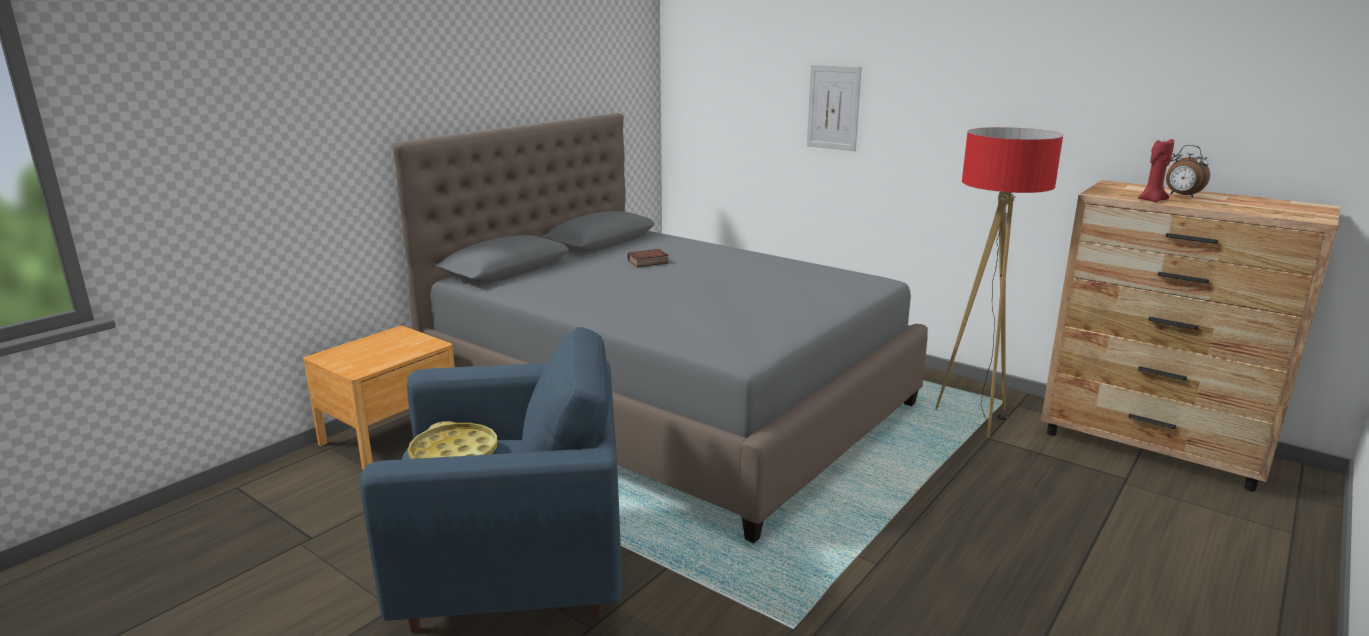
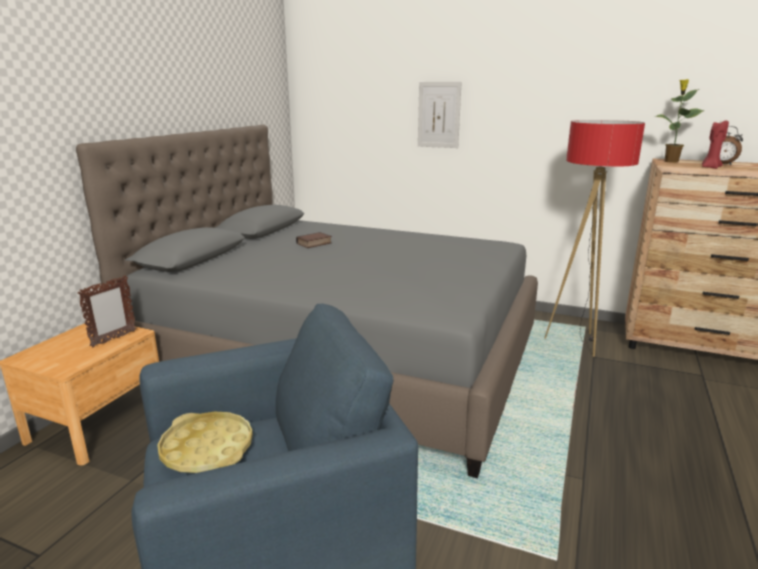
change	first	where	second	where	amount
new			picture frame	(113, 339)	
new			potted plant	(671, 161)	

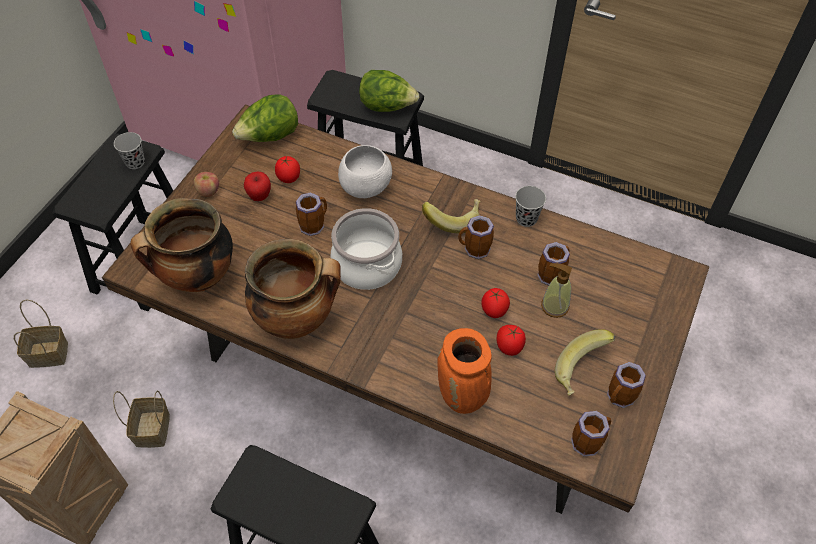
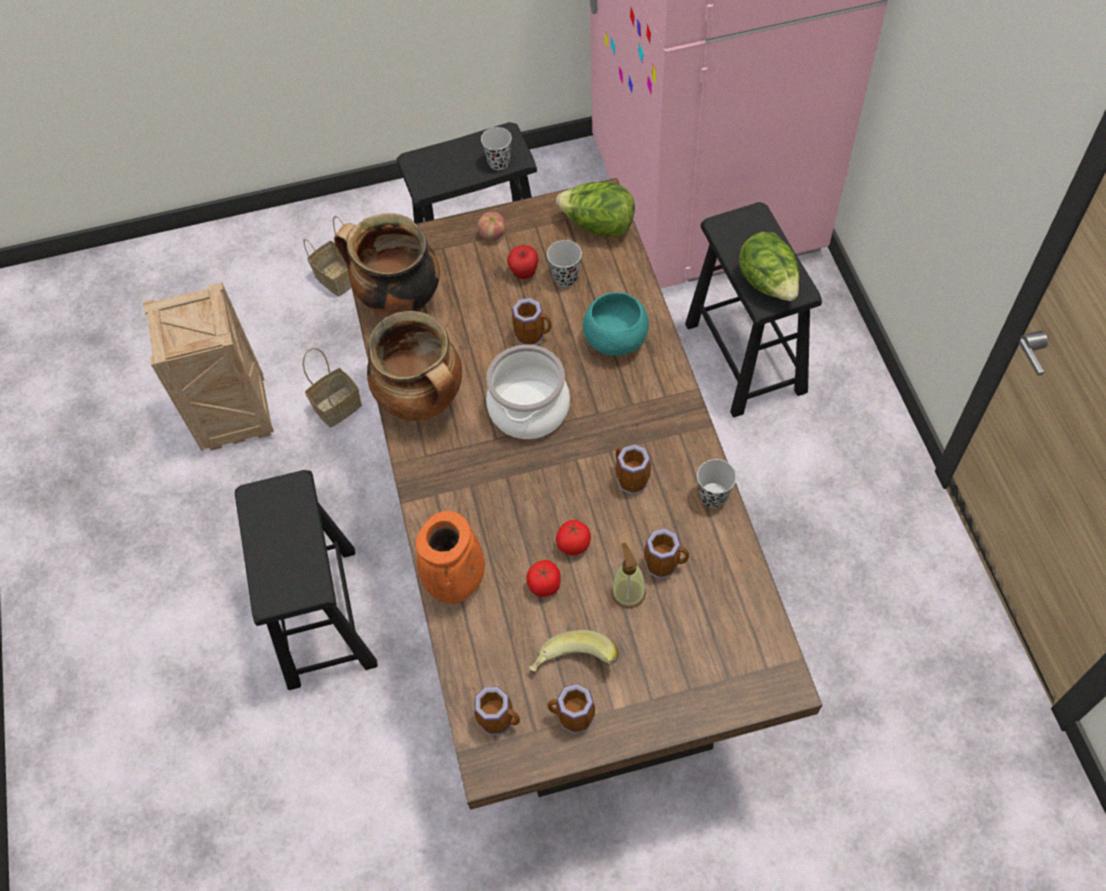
change	first	where	second	where	amount
gone	banana fruit	(452, 220)			
swapped	tomato	(289, 179)	black-coloured small cup	(565, 277)	
repainted	white serving bowl	(366, 188)	turquoise serving bowl	(615, 341)	

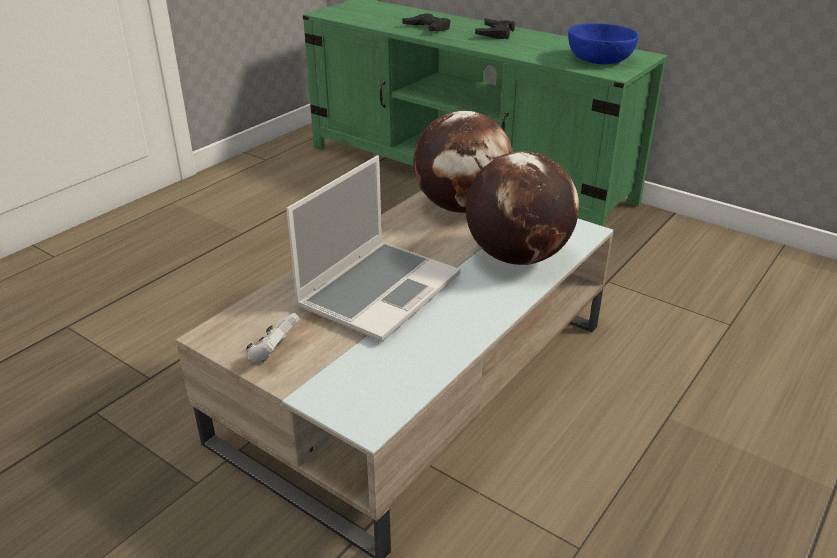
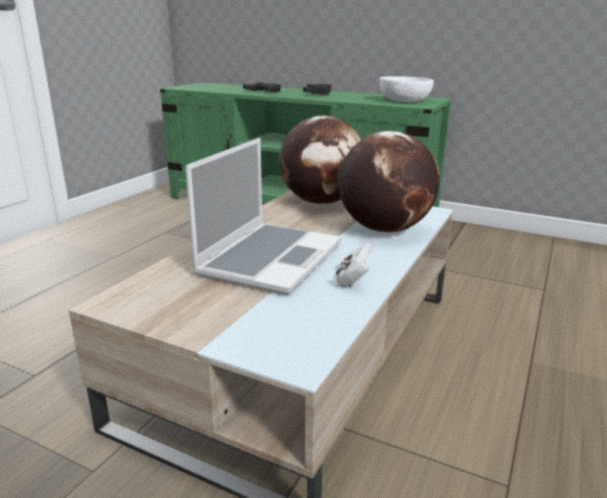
change	first	where	second	where	amount
shifted	white gamepad	(273, 352)		(353, 280)	
repainted	blue-coloured serving bowl	(599, 59)	white serving bowl	(404, 100)	

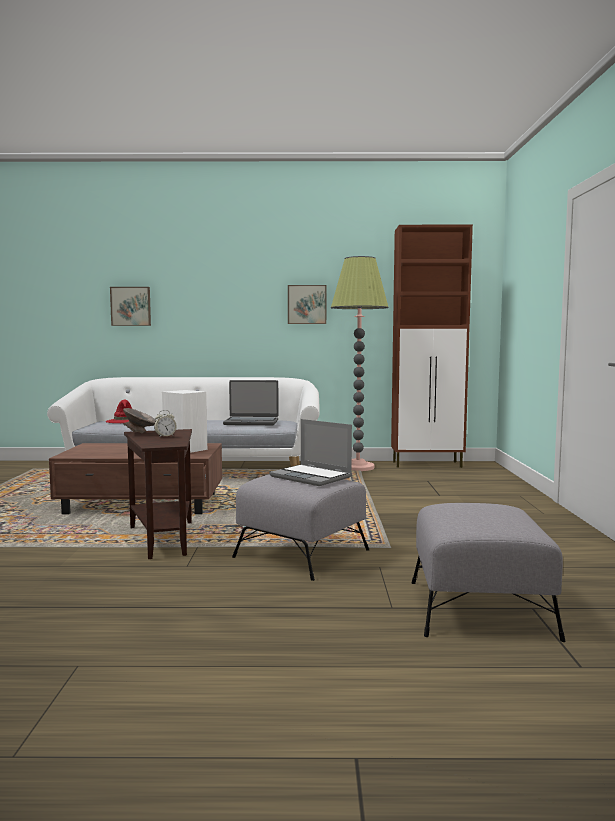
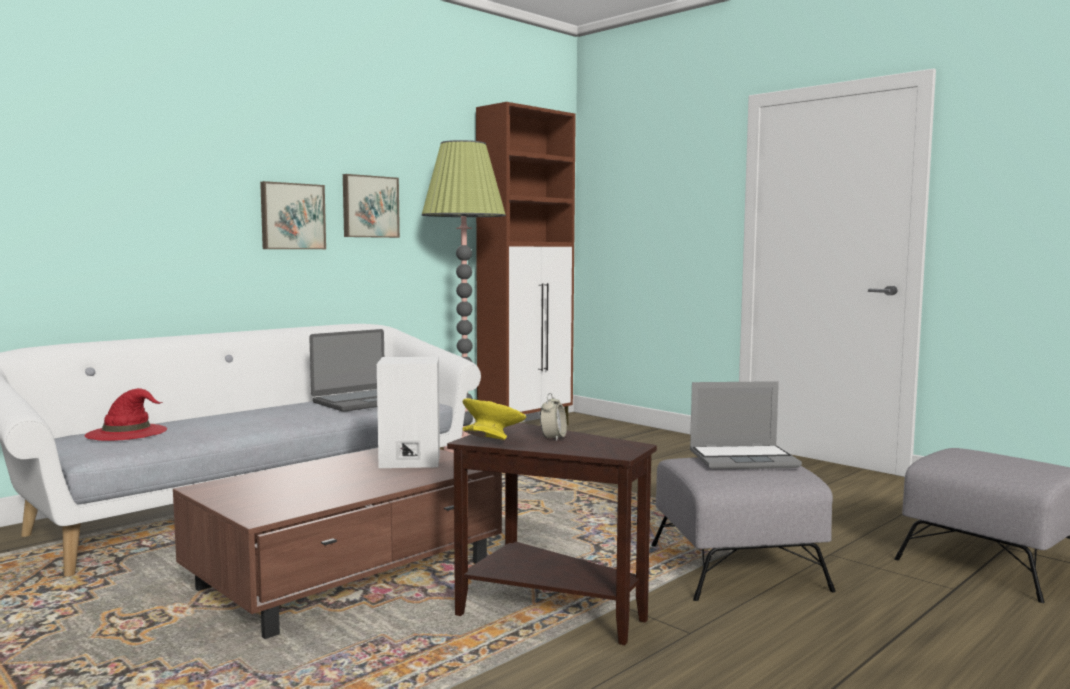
change	first	where	second	where	amount
shifted	wall picture	(131, 306)		(292, 216)	
repainted	greyish serving bowl	(140, 433)	yellowish serving bowl	(493, 441)	

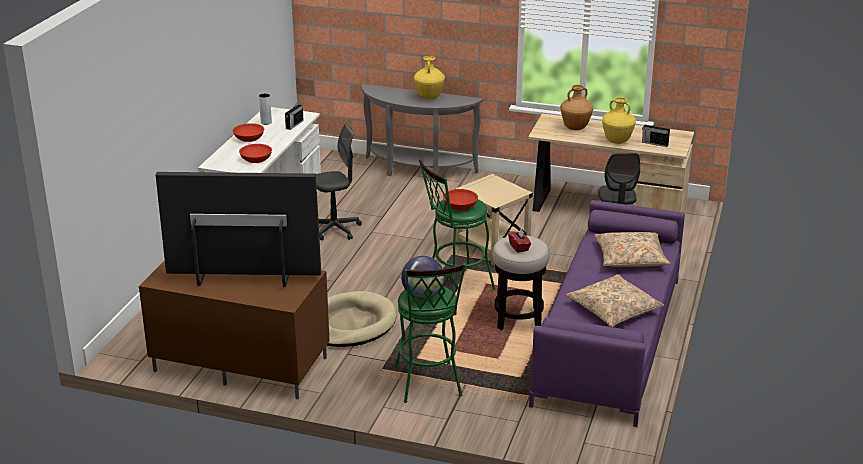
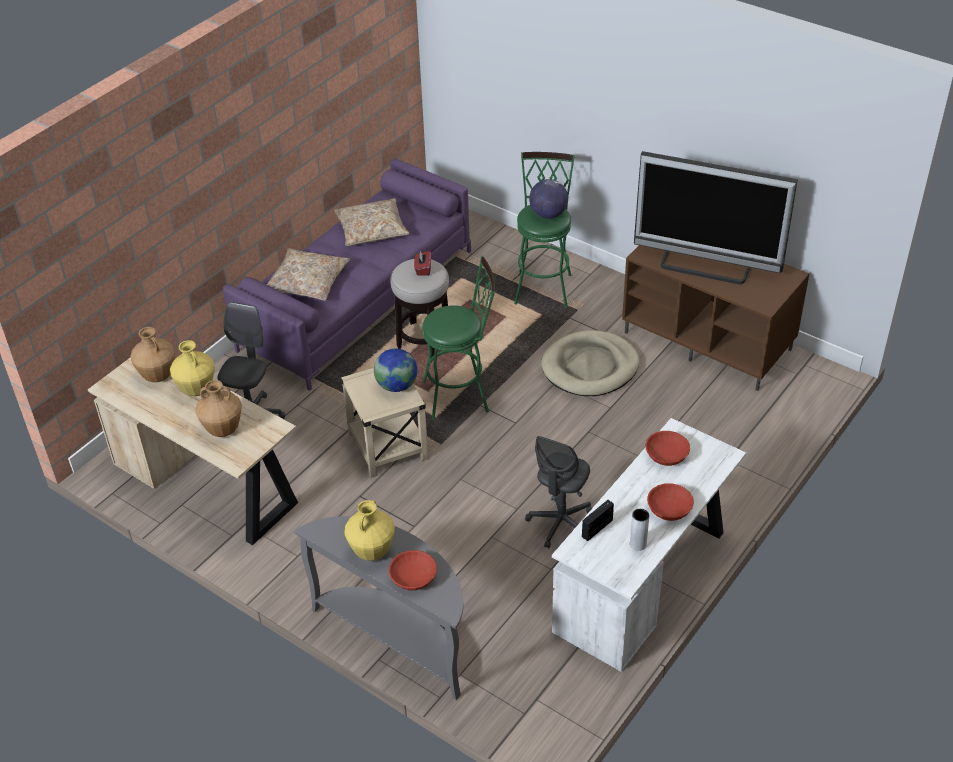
change	first	where	second	where	amount
new			desk globe	(397, 385)	
shifted	red-coloured serving bowl	(460, 205)		(413, 577)	
swapped	radio	(654, 143)	brown flower vase	(158, 376)	
rotated	greyish computer chair	(335, 229)		(560, 523)	60 degrees counterclockwise

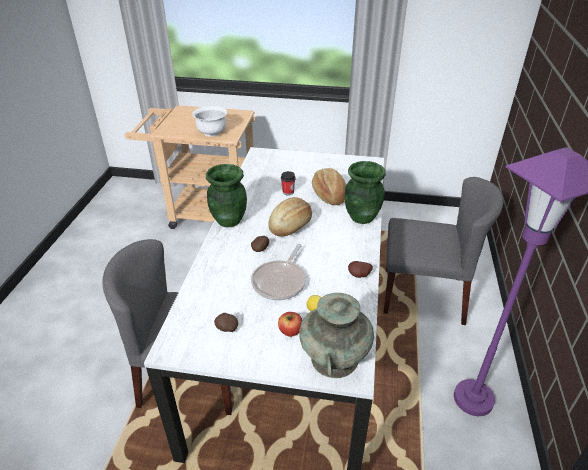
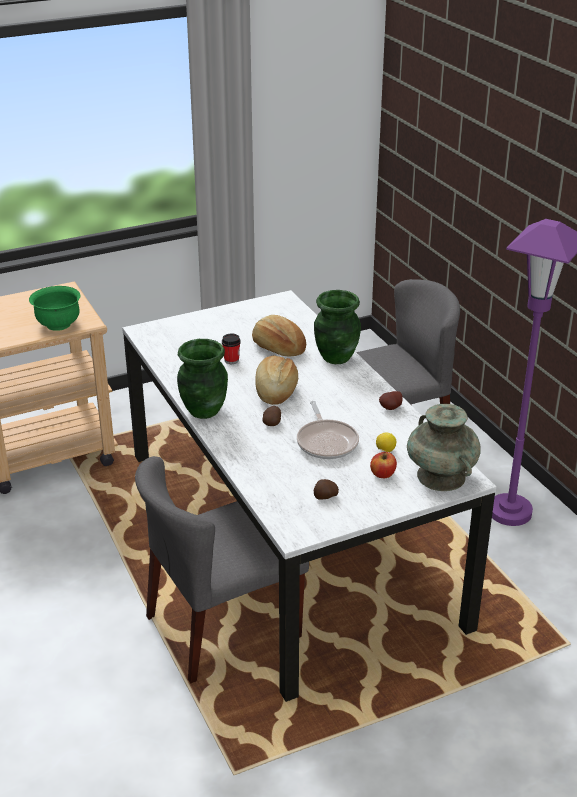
change	first	where	second	where	amount
repainted	white serving bowl	(212, 132)	green serving bowl	(58, 324)	

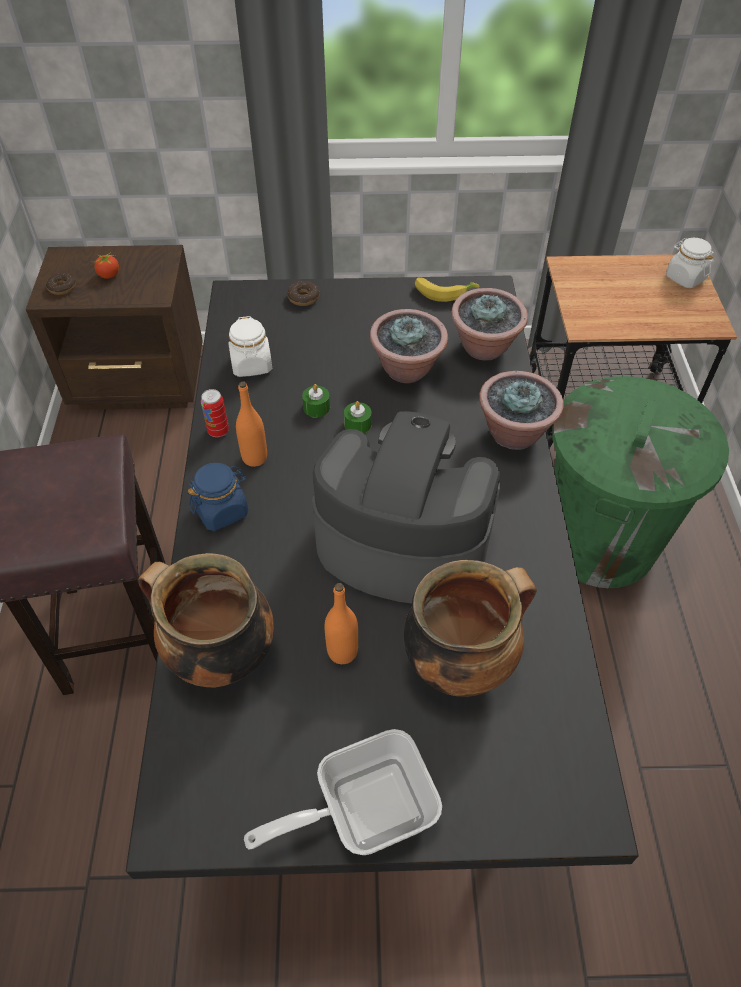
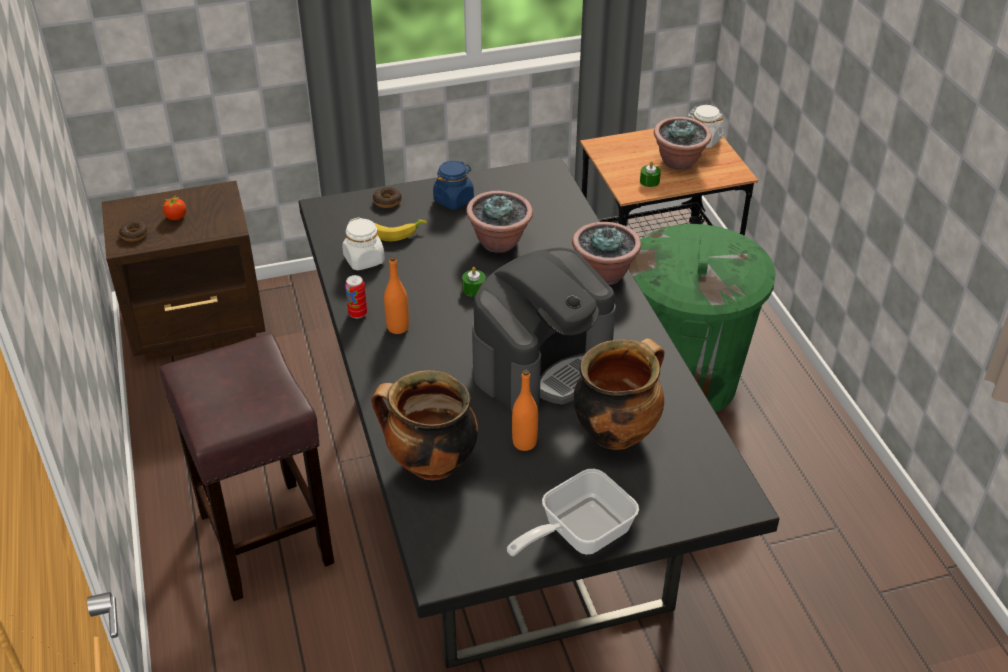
change	first	where	second	where	amount
shifted	blue-coloured jar	(221, 510)		(453, 200)	
shifted	green wax light	(316, 407)		(649, 181)	
shifted	banana fruit	(443, 292)		(394, 232)	
shifted	potted plant	(485, 348)		(679, 162)	
rotated	coffee brewer	(402, 542)		(542, 363)	135 degrees clockwise

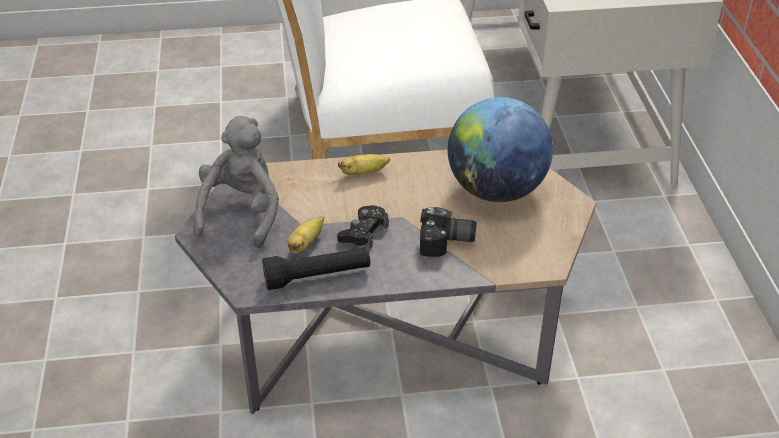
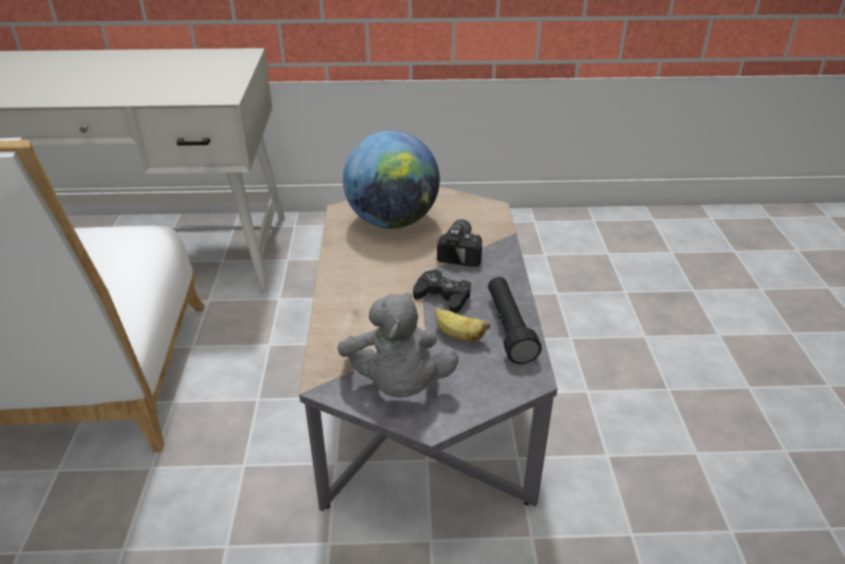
change	first	where	second	where	amount
gone	banana fruit	(363, 173)			
rotated	greyish plush toy	(242, 213)		(397, 384)	120 degrees counterclockwise

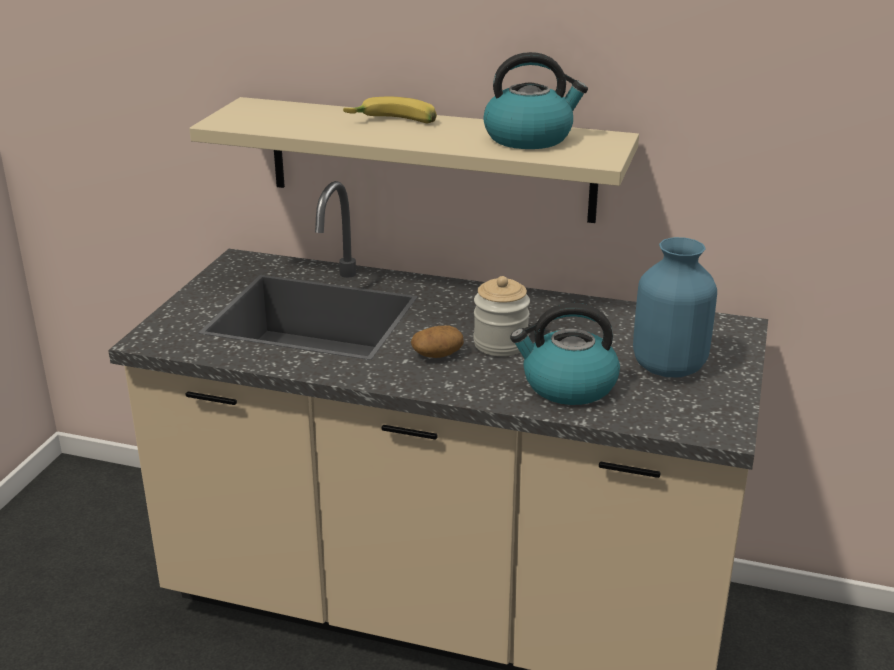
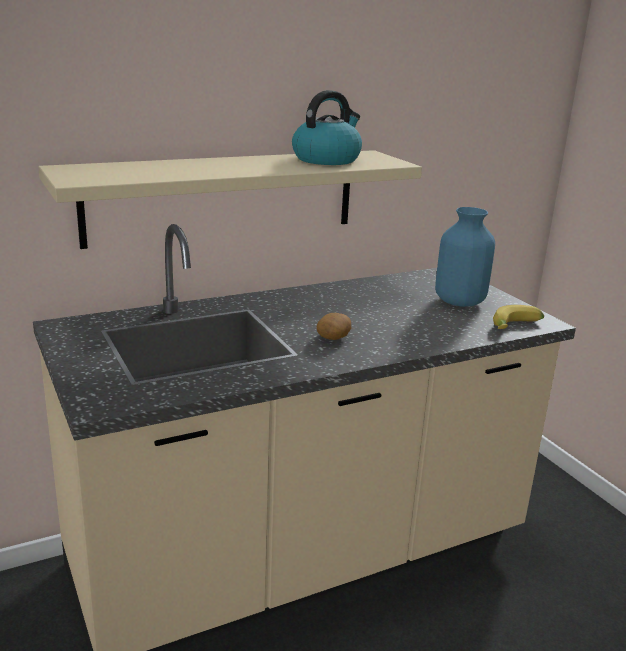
change	first	where	second	where	amount
gone	jar	(500, 344)			
gone	tea kettle	(567, 386)			
shifted	banana fruit	(393, 123)		(516, 327)	

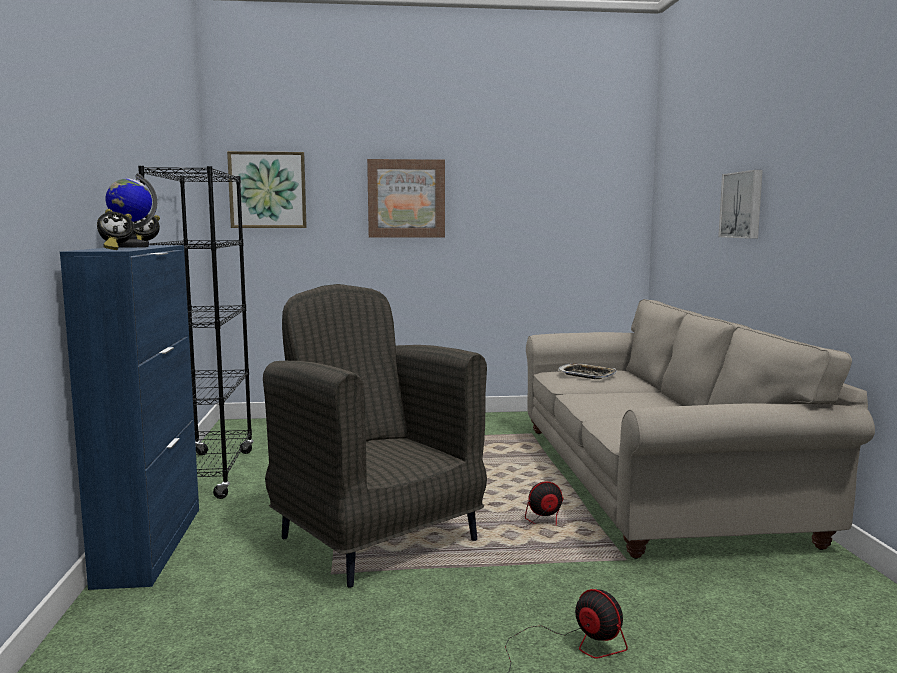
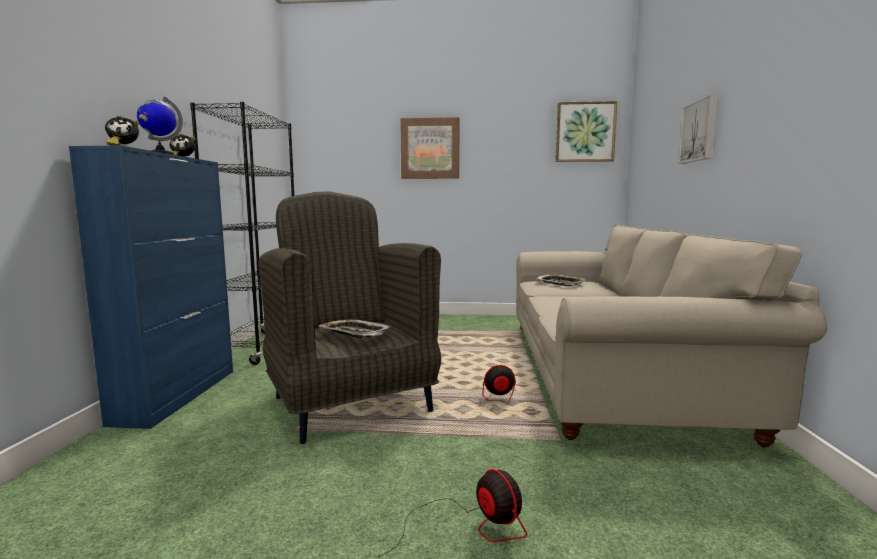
change	first	where	second	where	amount
new			carrying tray	(355, 333)	
shifted	wall picture	(268, 190)		(585, 132)	

